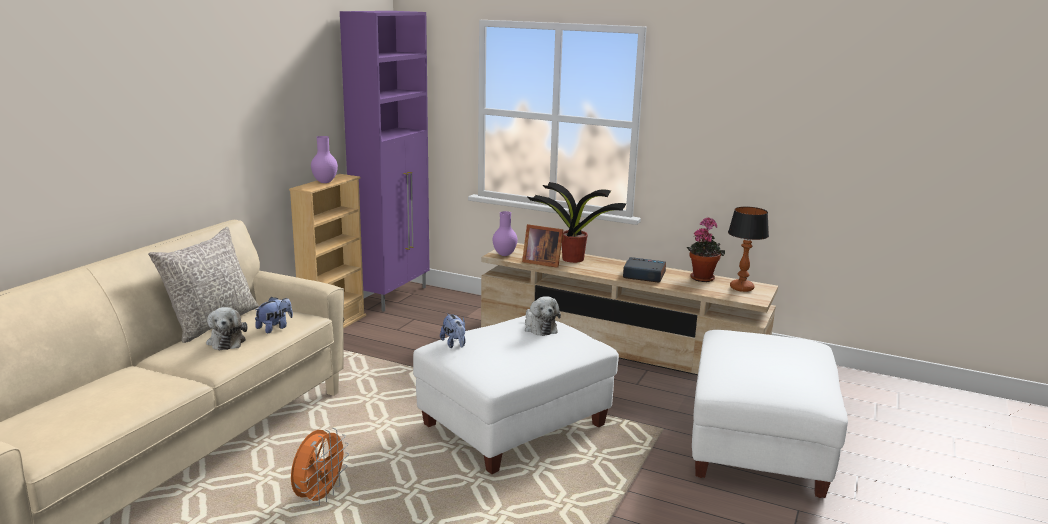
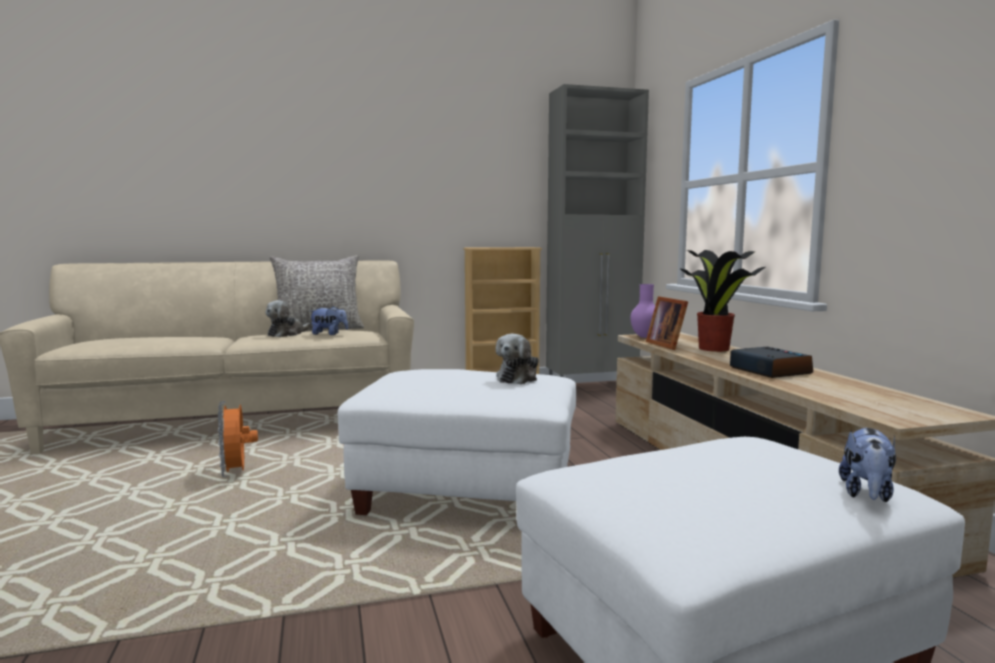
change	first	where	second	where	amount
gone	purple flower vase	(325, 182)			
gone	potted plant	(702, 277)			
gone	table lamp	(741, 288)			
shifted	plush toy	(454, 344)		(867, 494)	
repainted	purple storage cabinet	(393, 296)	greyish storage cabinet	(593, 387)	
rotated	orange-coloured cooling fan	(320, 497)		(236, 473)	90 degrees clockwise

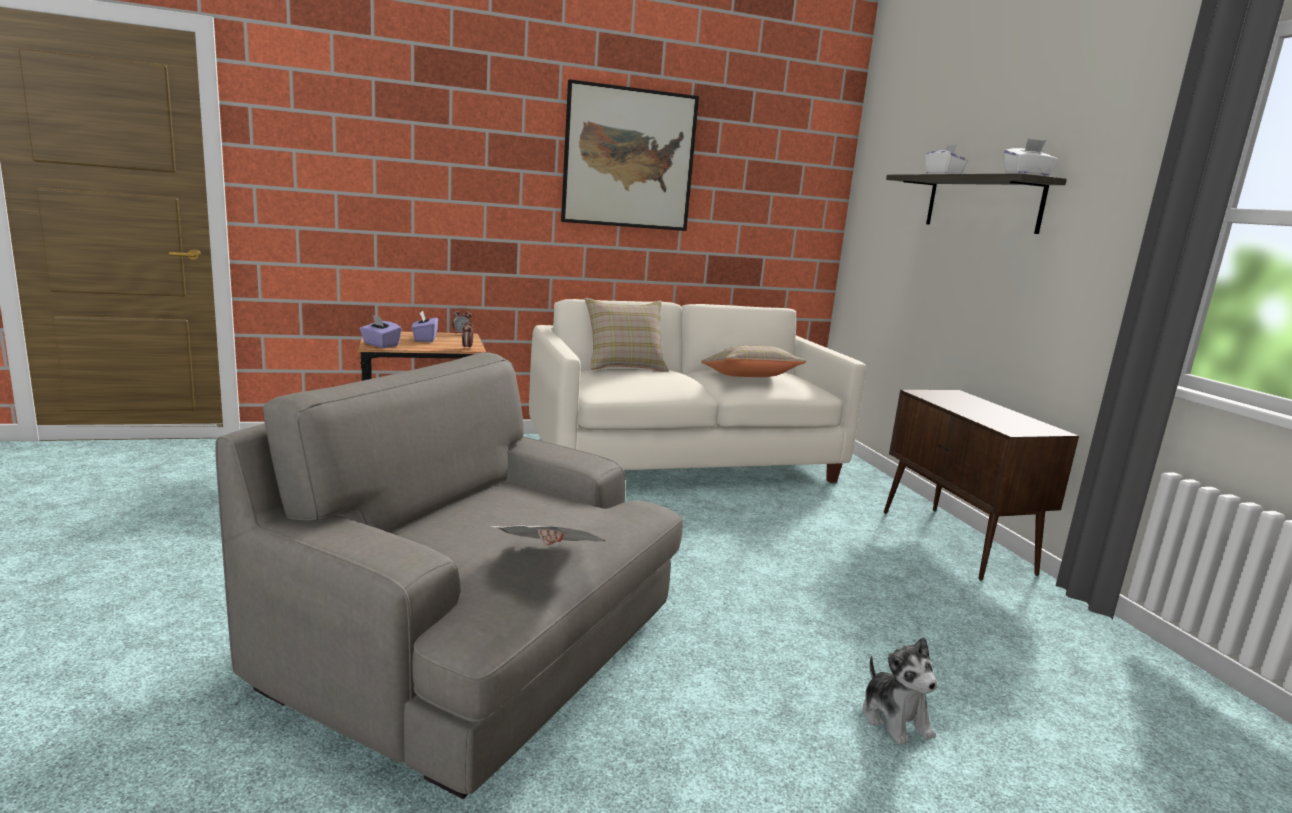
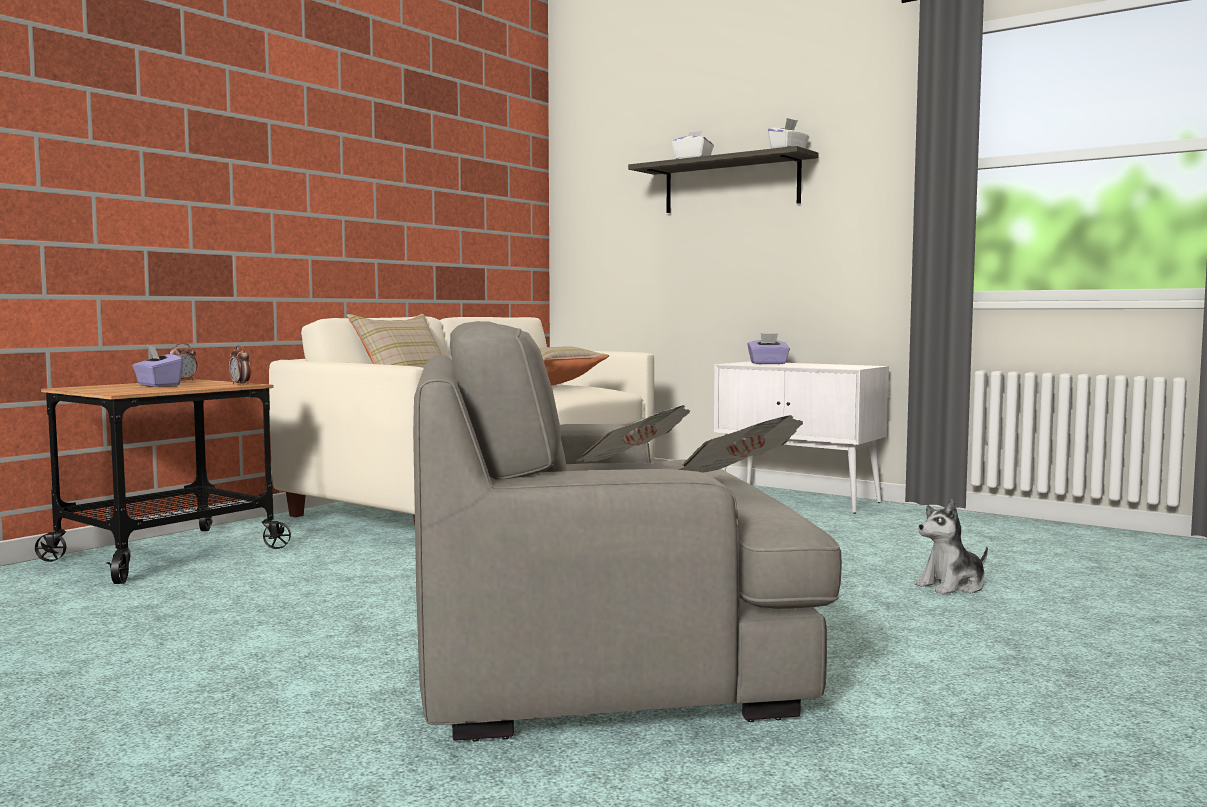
change	first	where	second	where	amount
gone	wall picture	(629, 159)			
new			newspaper	(632, 467)	
shifted	purple tissue box	(380, 345)		(768, 363)	
repainted	brown storage cabinet	(956, 542)	white storage cabinet	(799, 499)	
rotated	plush toy	(895, 719)		(952, 586)	120 degrees clockwise

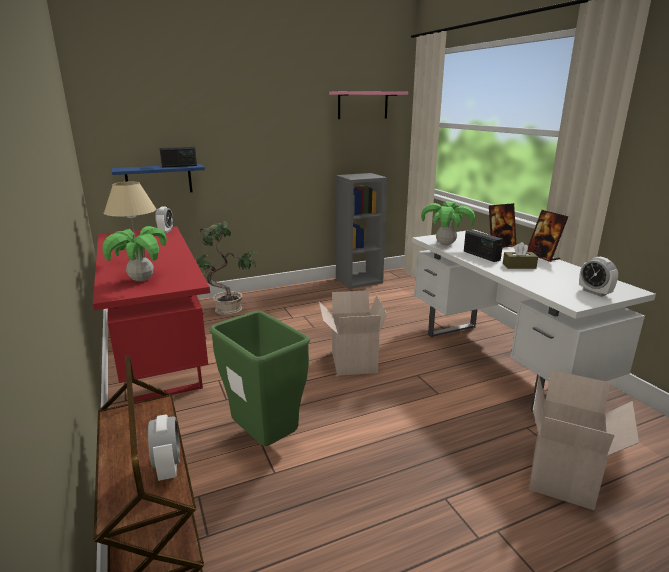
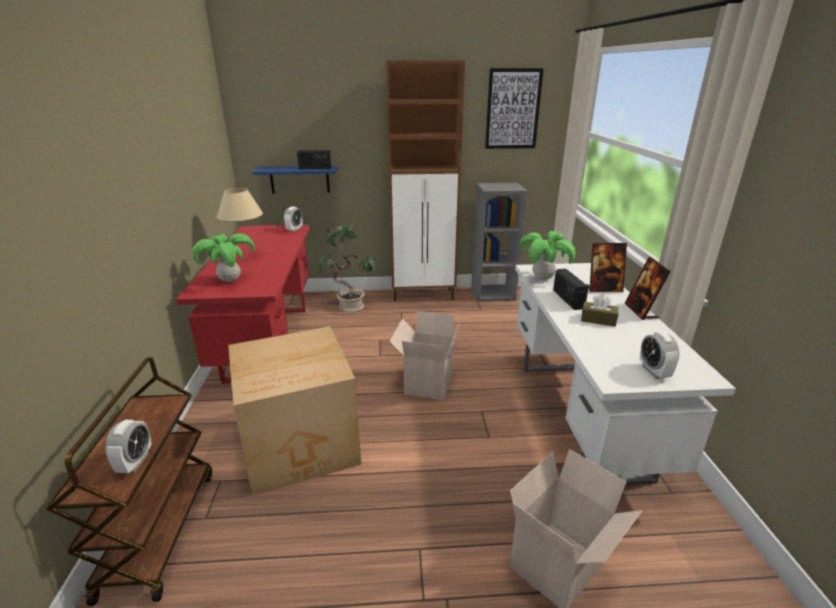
change	first	where	second	where	amount
new			brown storage cabinet	(424, 295)	
swapped	green rubbish bin	(266, 440)	carton	(302, 444)	
swapped	pink-coloured wall shelf	(363, 105)	wall picture	(513, 109)	

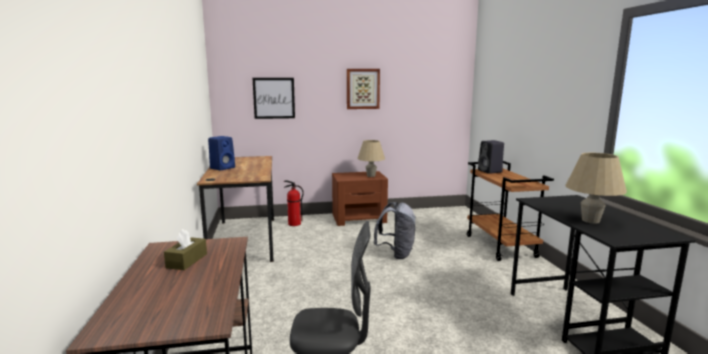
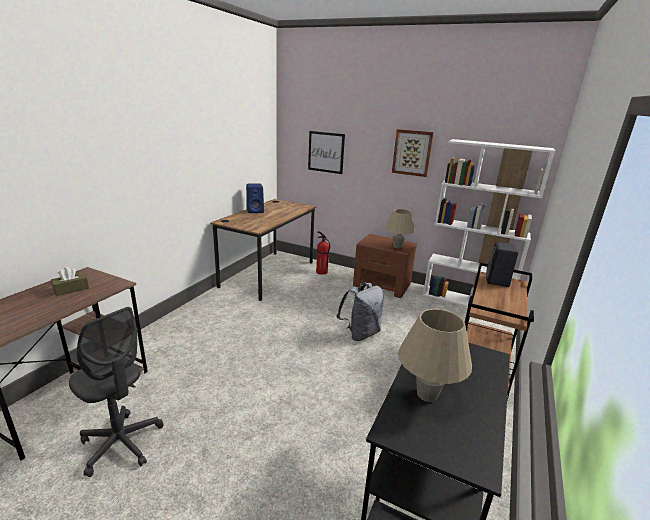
change	first	where	second	where	amount
new			white bookcase	(466, 300)	

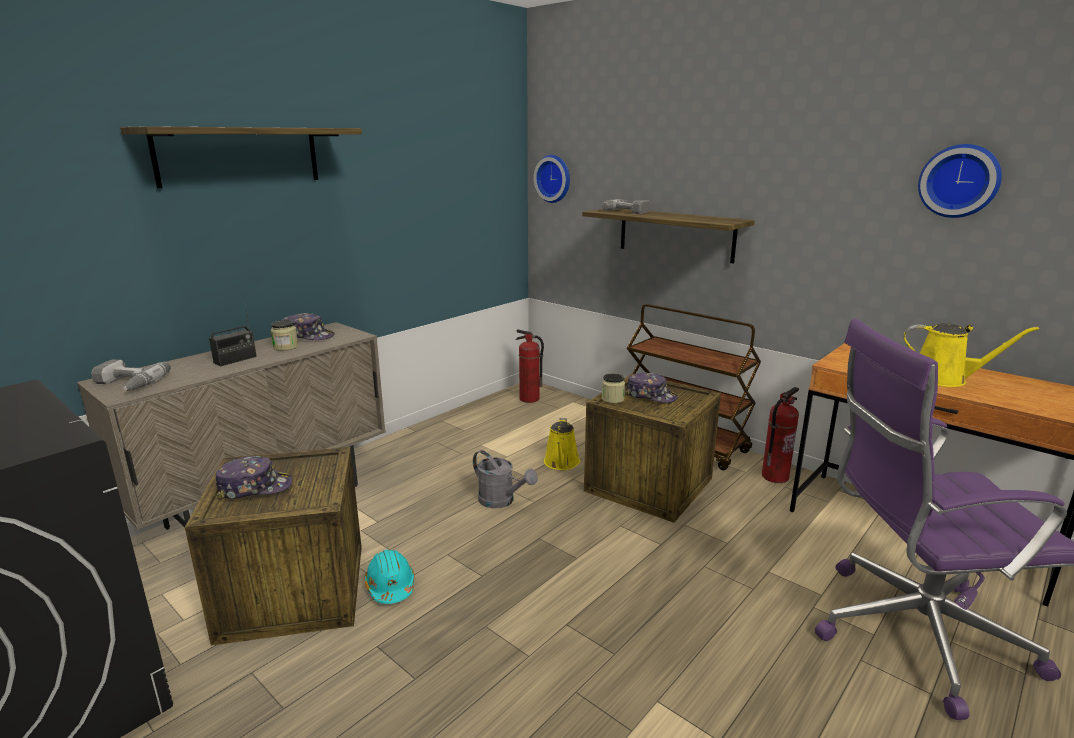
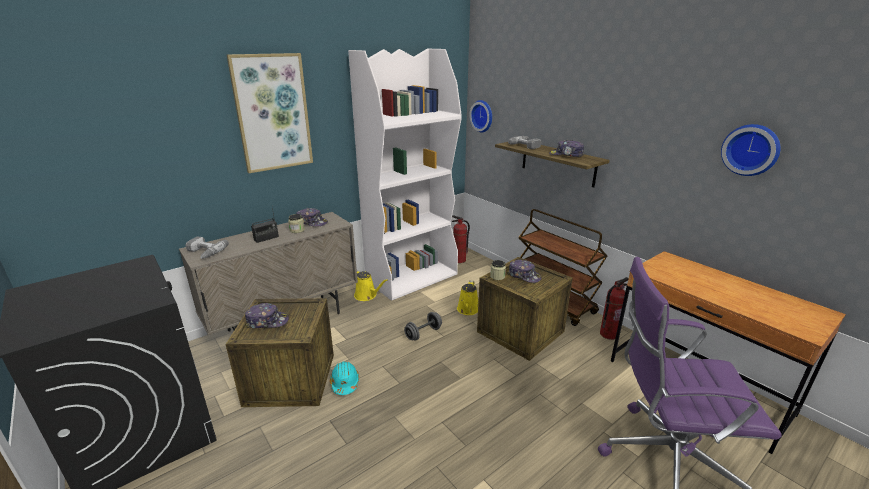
change	first	where	second	where	amount
new			white bookcase	(412, 277)	
new			baseball cap	(566, 155)	
shifted	yellowish watering pot	(944, 379)		(367, 296)	
swapped	wall shelf	(240, 156)	wall picture	(272, 113)	
swapped	greyish watering pot	(501, 501)	greyish dumbbell	(423, 333)	

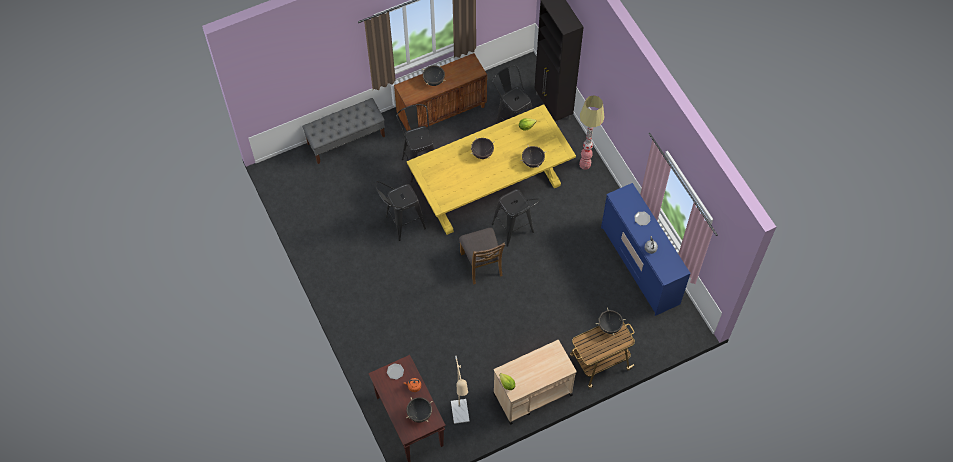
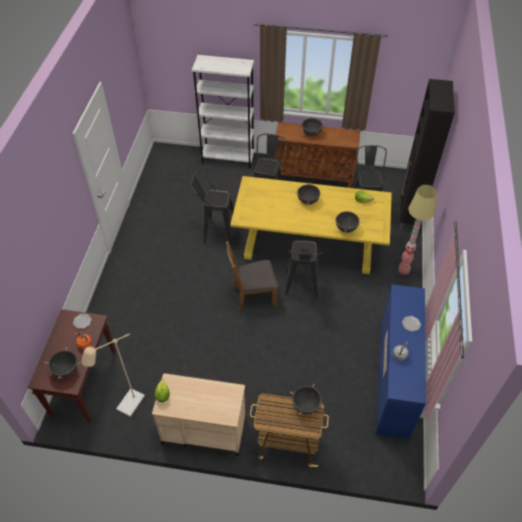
change	first	where	second	where	amount
swapped	greyish long seat	(346, 140)	white bookcase	(227, 158)	
rotated	brown chair	(482, 264)		(253, 296)	60 degrees clockwise

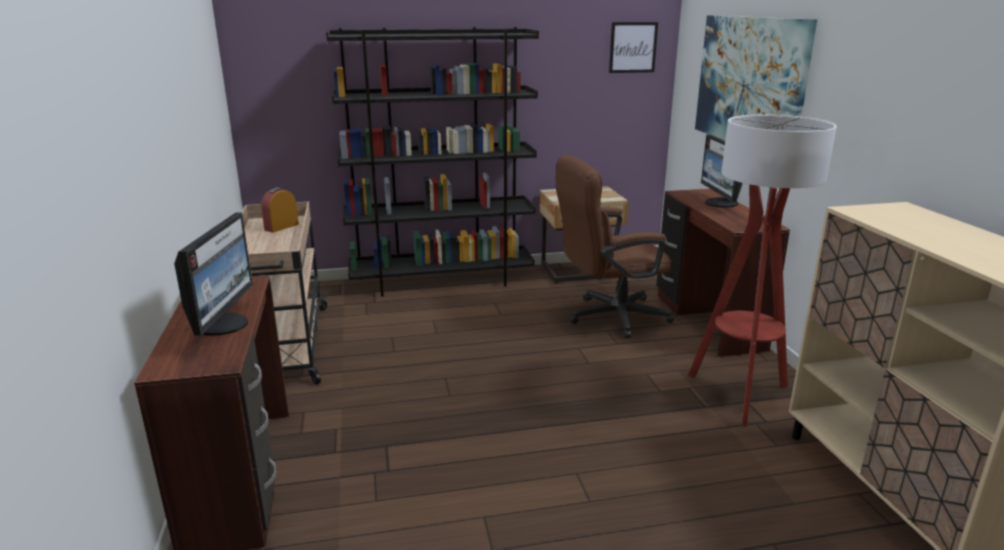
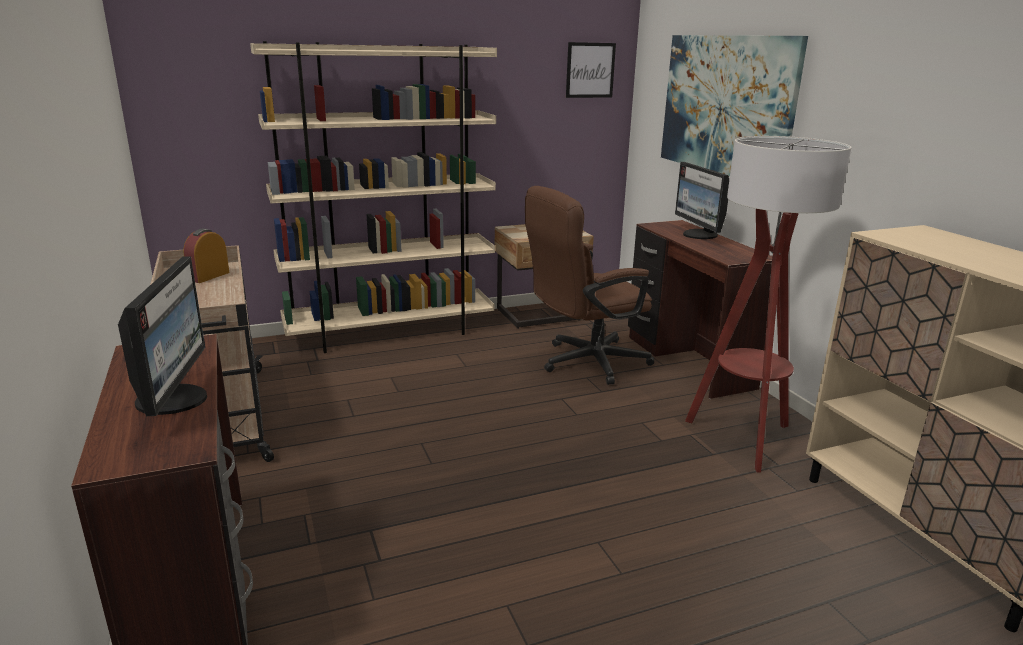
change	first	where	second	where	amount
repainted	black-coloured bookcase	(442, 281)	beige-coloured bookcase	(391, 332)	

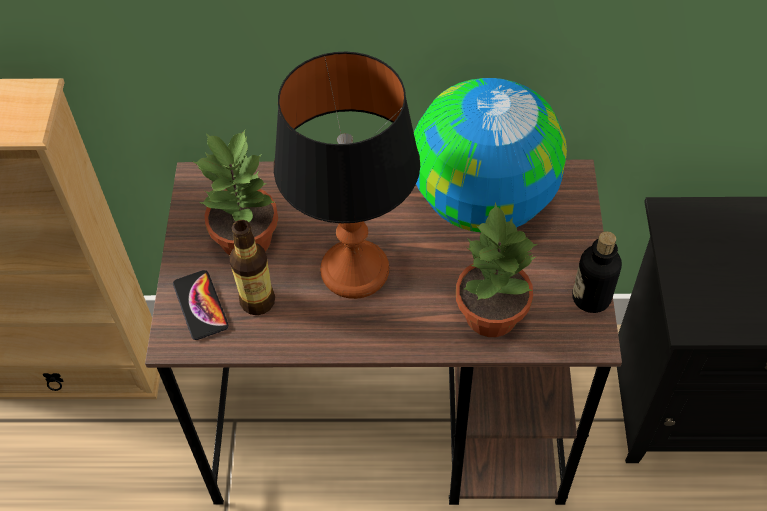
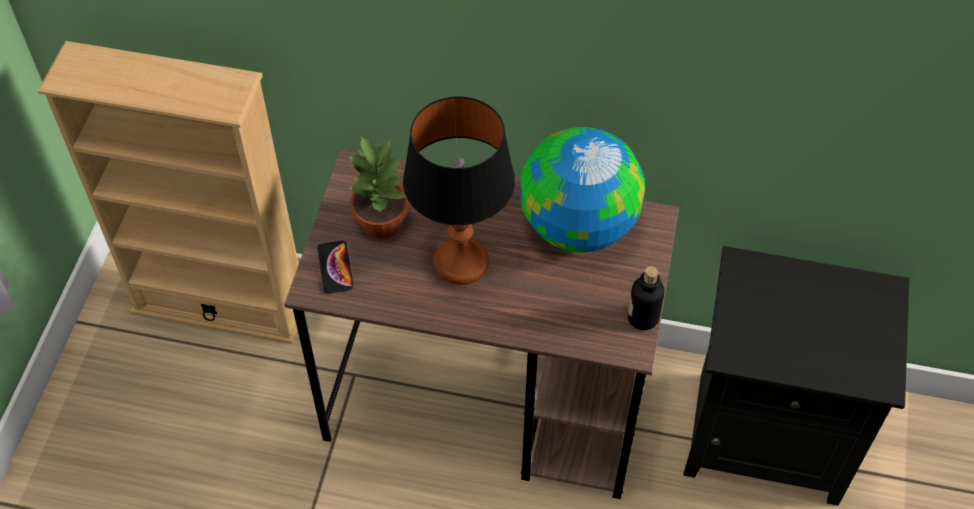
change	first	where	second	where	amount
gone	drink bottle	(258, 301)			
gone	potted plant	(490, 313)			

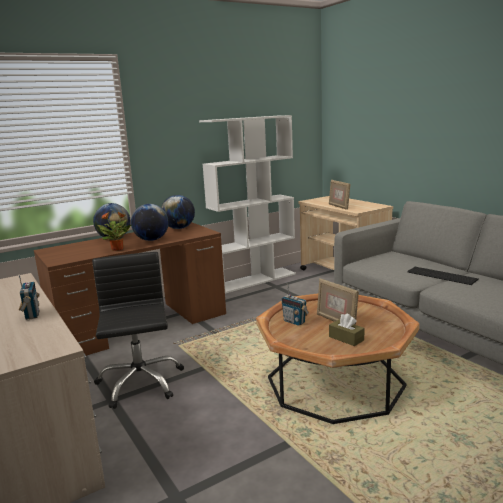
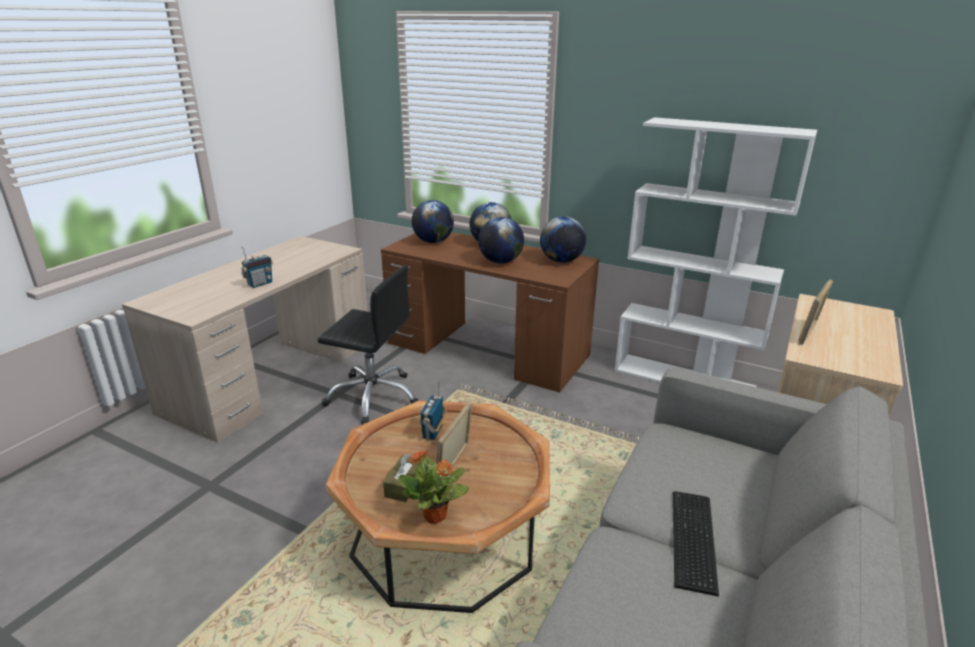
change	first	where	second	where	amount
new			desk globe	(433, 242)	
shifted	potted plant	(118, 249)		(435, 516)	
rotated	black-coloured computer chair	(140, 383)		(373, 396)	60 degrees clockwise

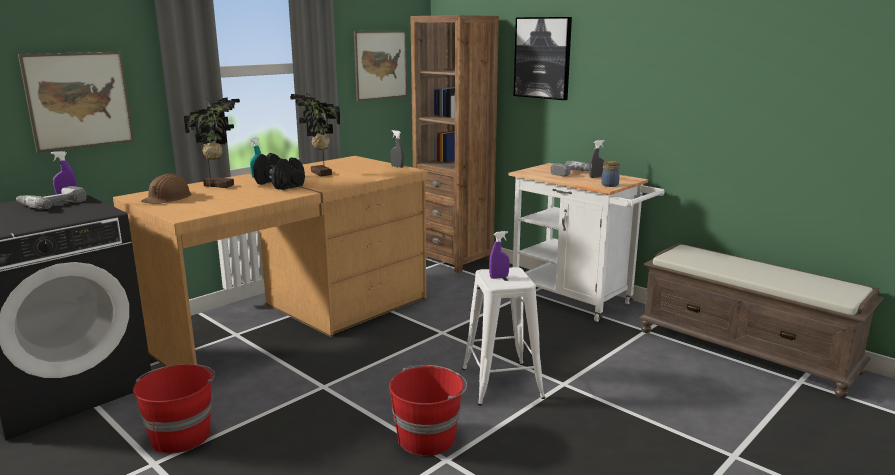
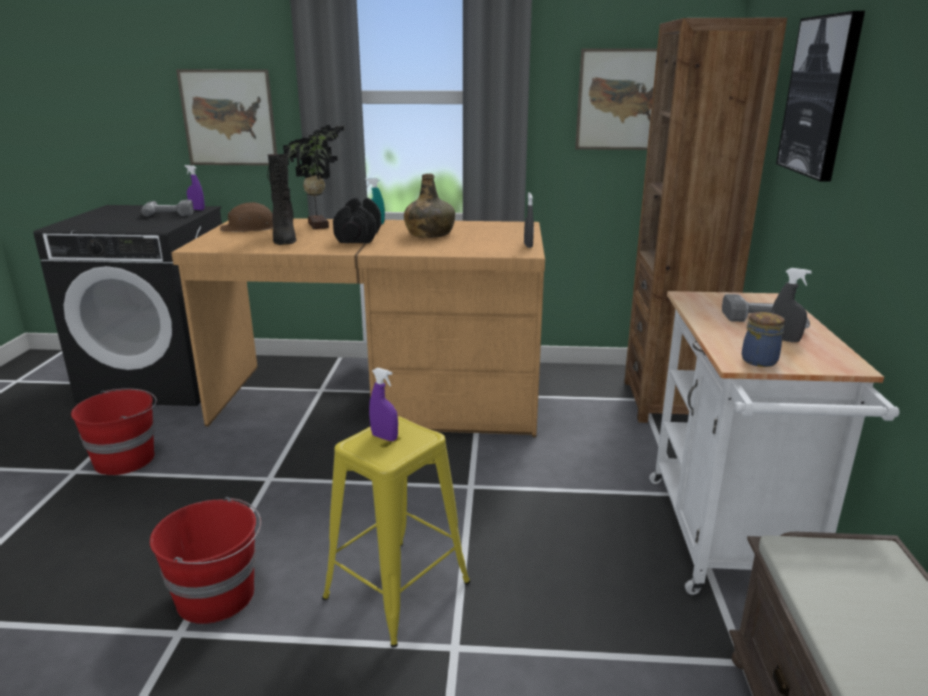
change	first	where	second	where	amount
new			black-coloured tall boot	(284, 238)	
swapped	potted plant	(320, 174)	green drink bottle	(429, 234)	
repainted	white sitting stool	(501, 383)	yellowish sitting stool	(397, 590)	

